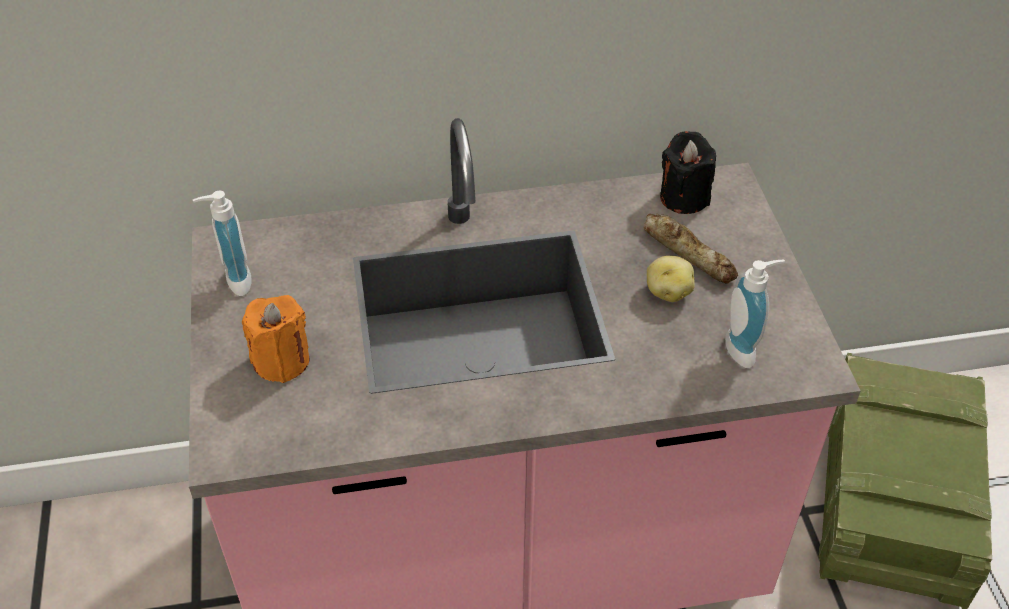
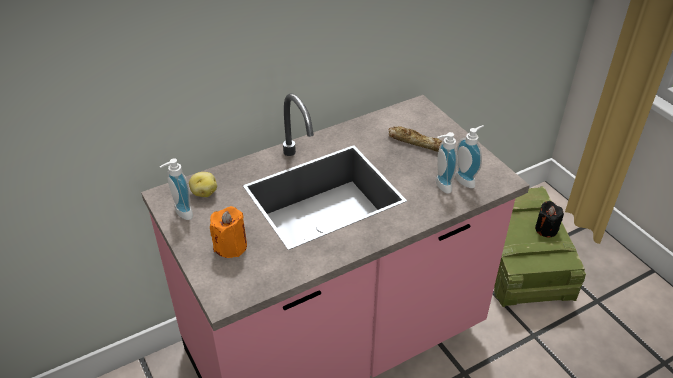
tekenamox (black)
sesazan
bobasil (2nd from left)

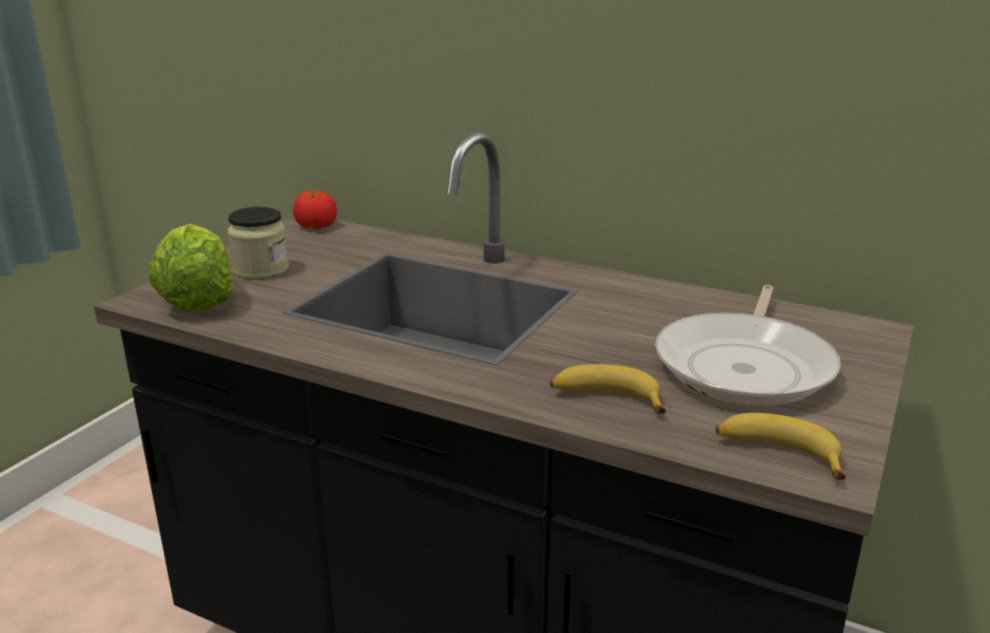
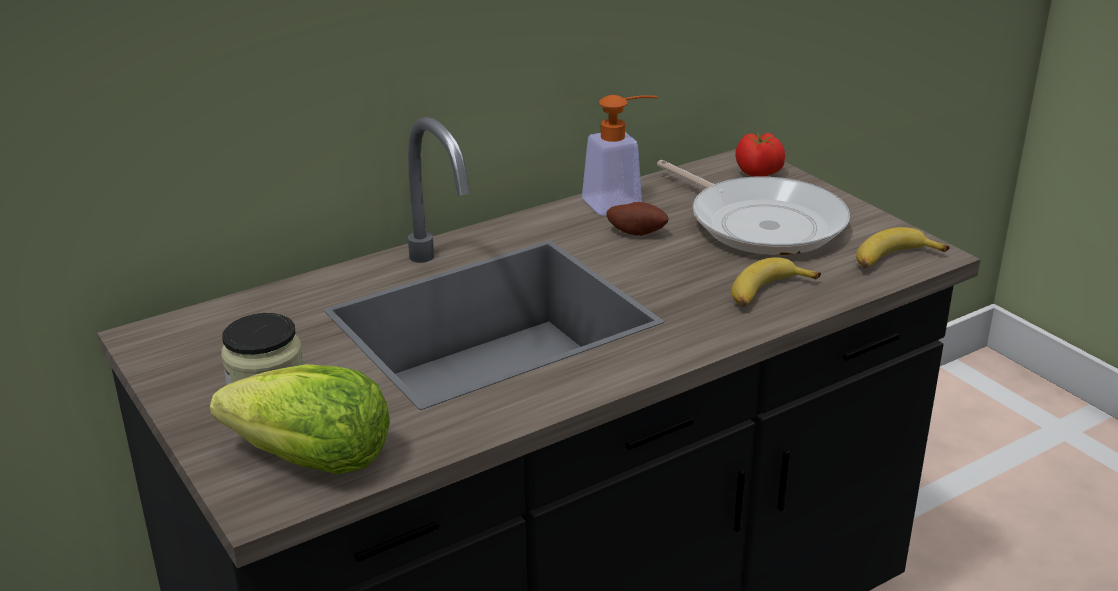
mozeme
bobasil
sesazan

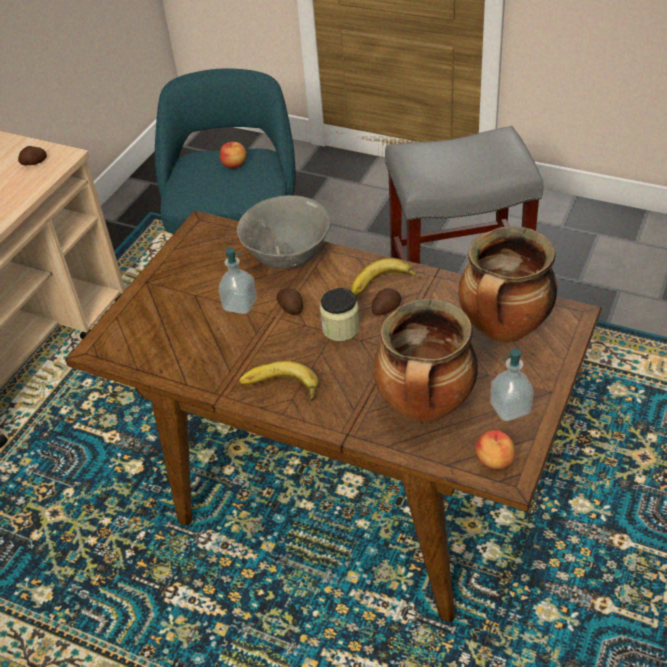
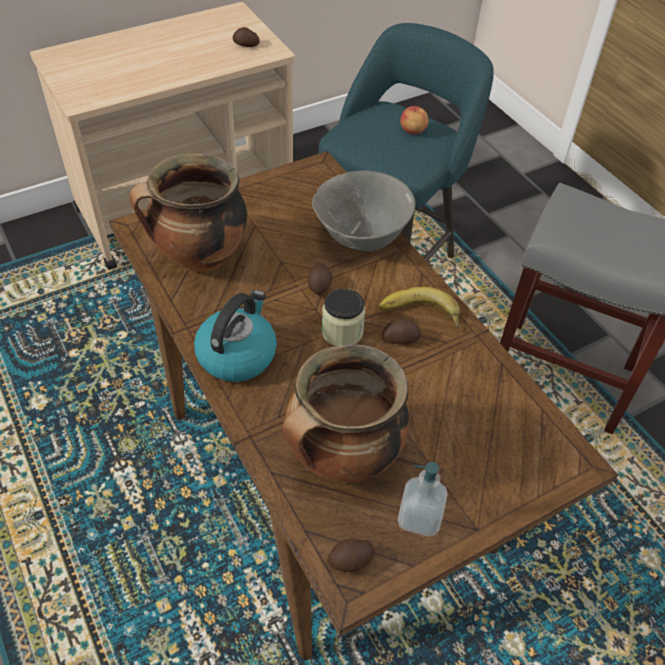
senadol (1st from left)
bobasil (1st from left in the first image)
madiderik
sesazan (3rd from left)

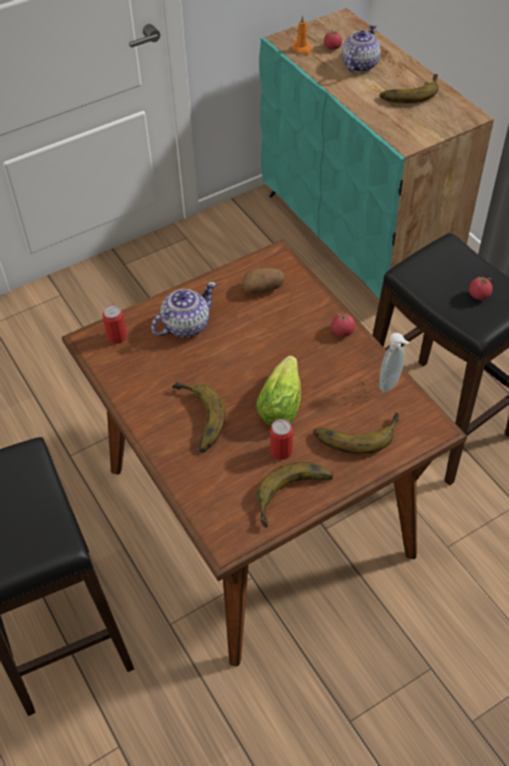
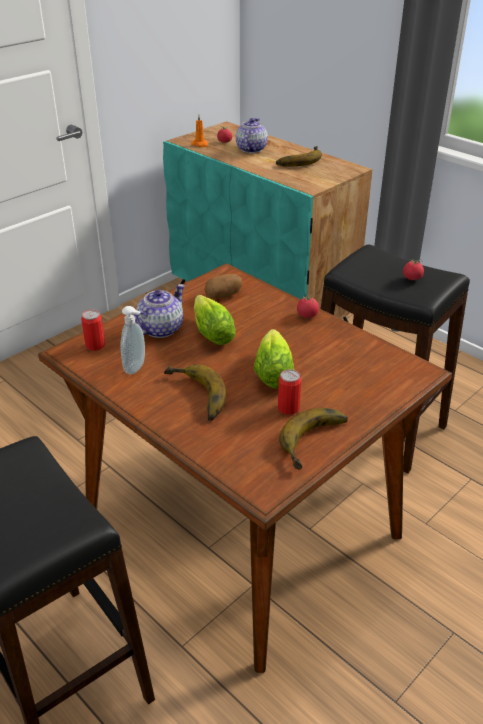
bobasil
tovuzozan (3rd from left in the first image)
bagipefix (1st from left)

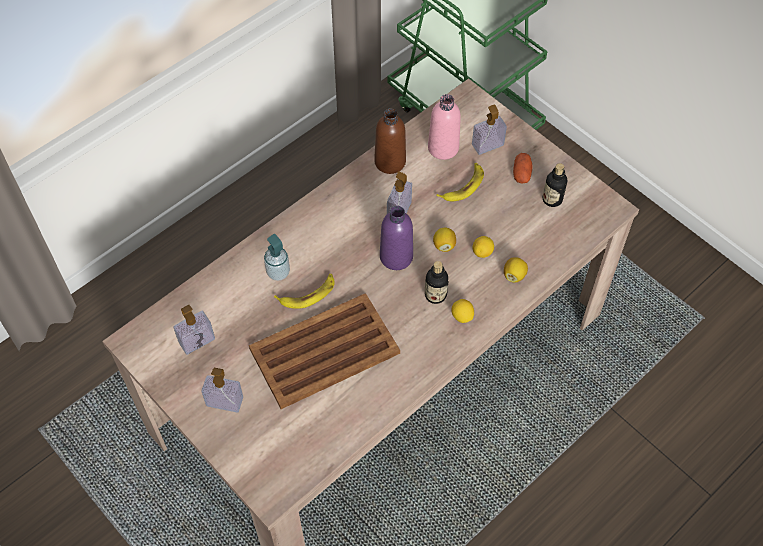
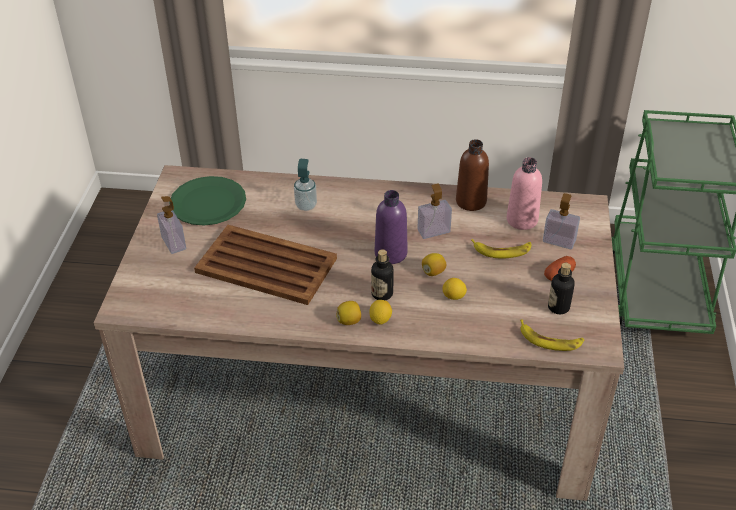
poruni (1st from left)
tovuzozan (2nd from left)
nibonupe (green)

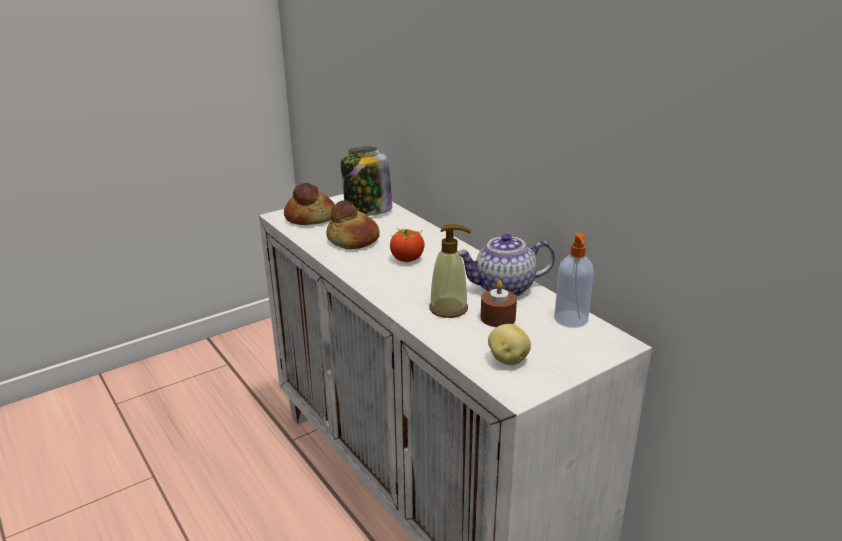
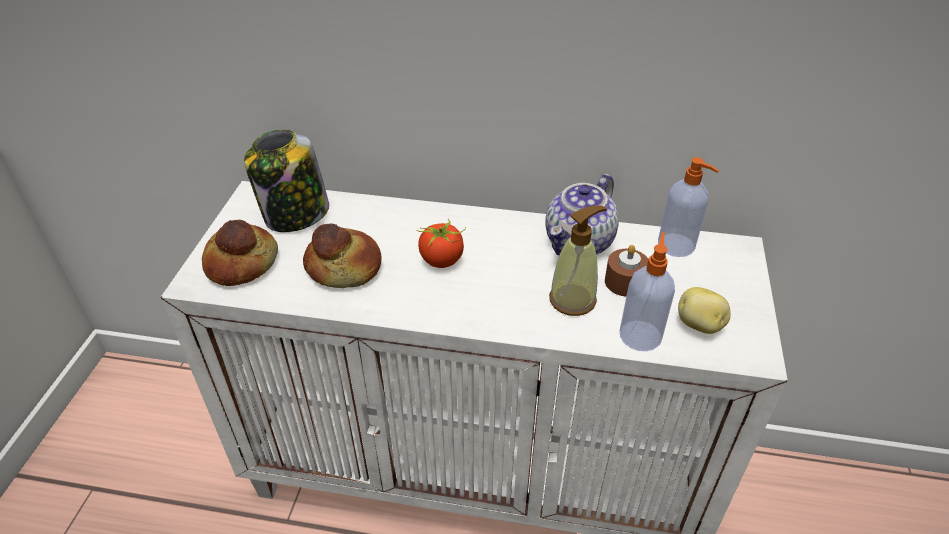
bobasil (2nd from left)

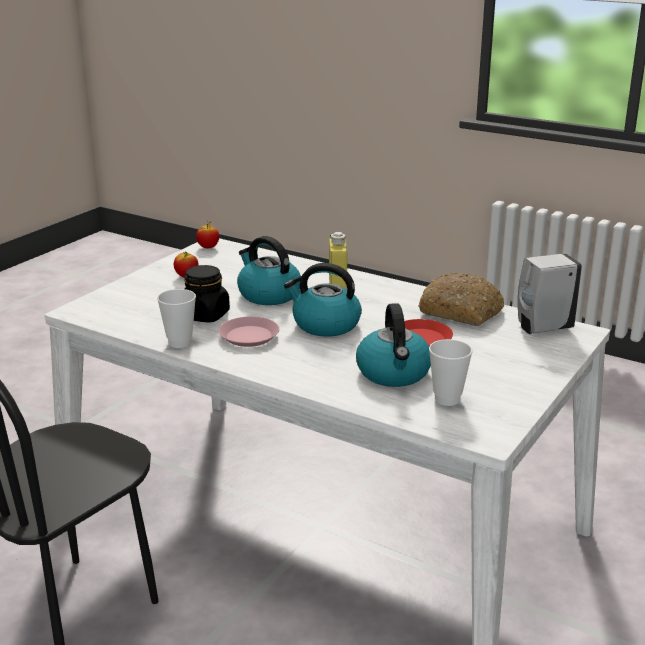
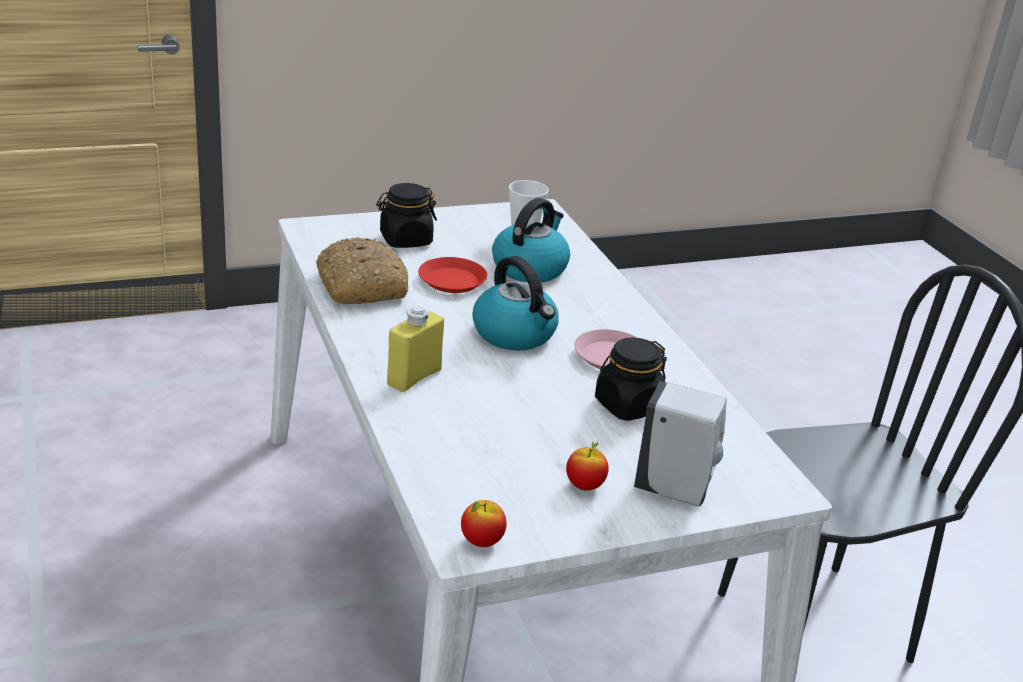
madiderik (1st from left in the first image)
bobasil (white)
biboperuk (1st from left in the first image)
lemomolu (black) (1st from left)

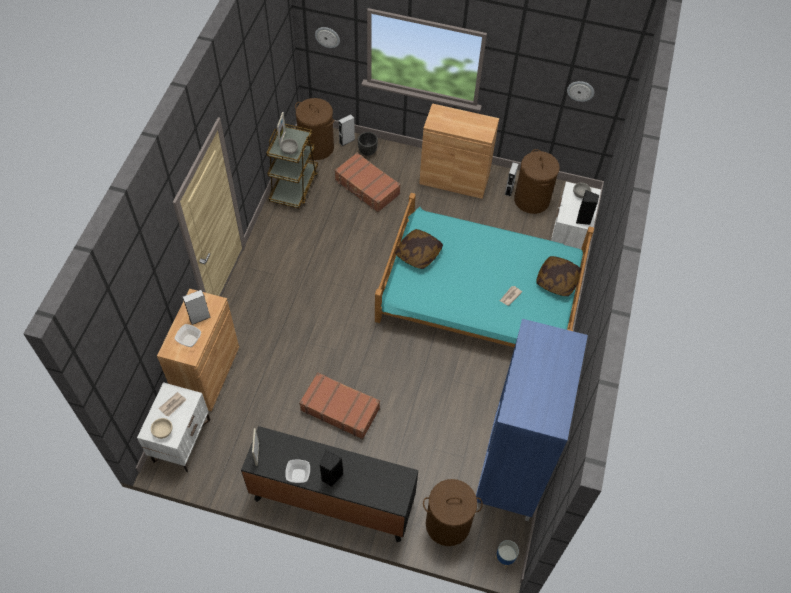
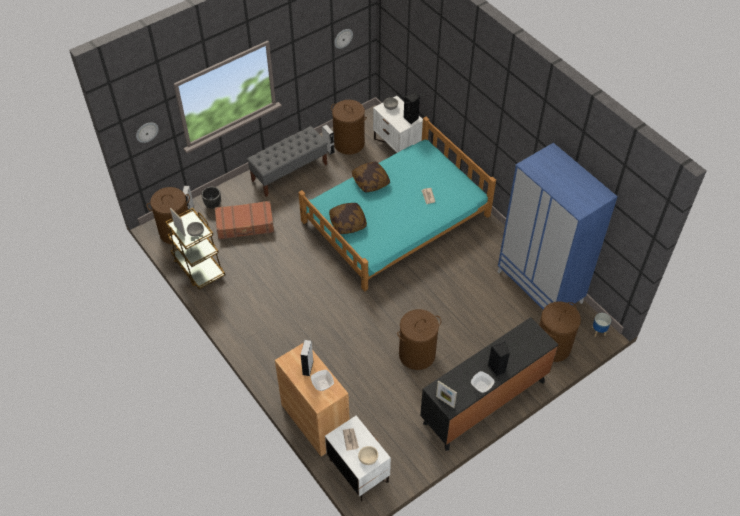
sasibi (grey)
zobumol (2nd from left)
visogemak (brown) (3rd from left)

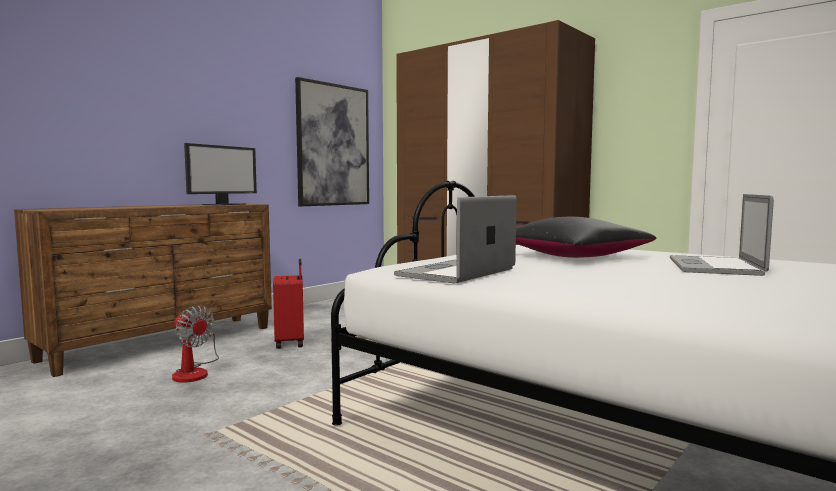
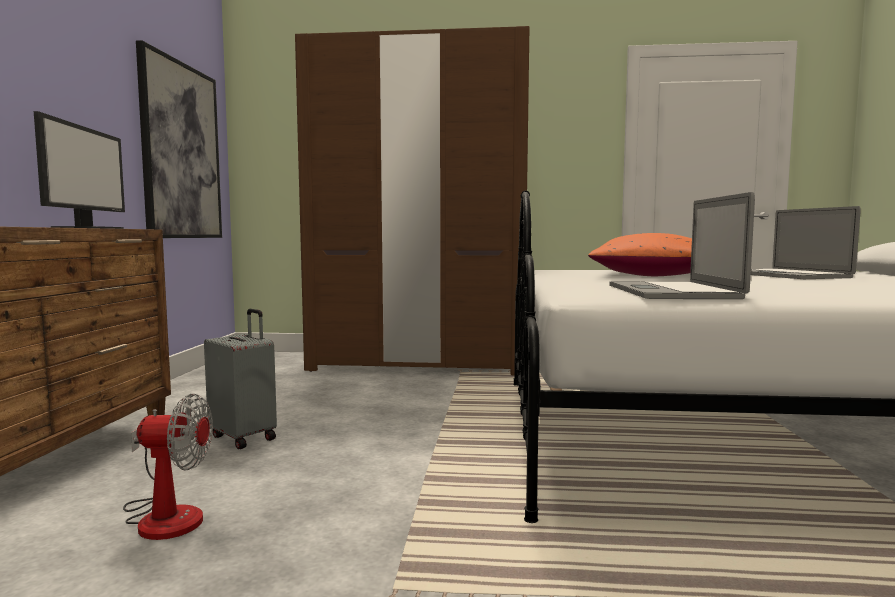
zobumol (orange)
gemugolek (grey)

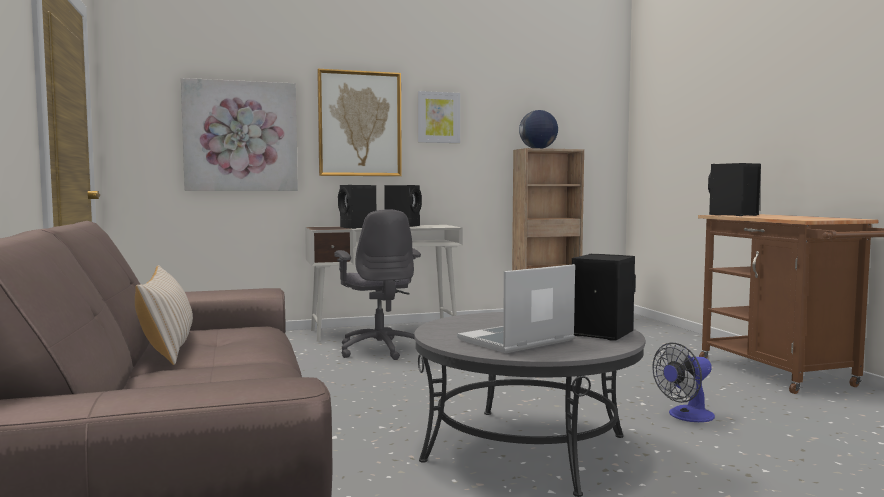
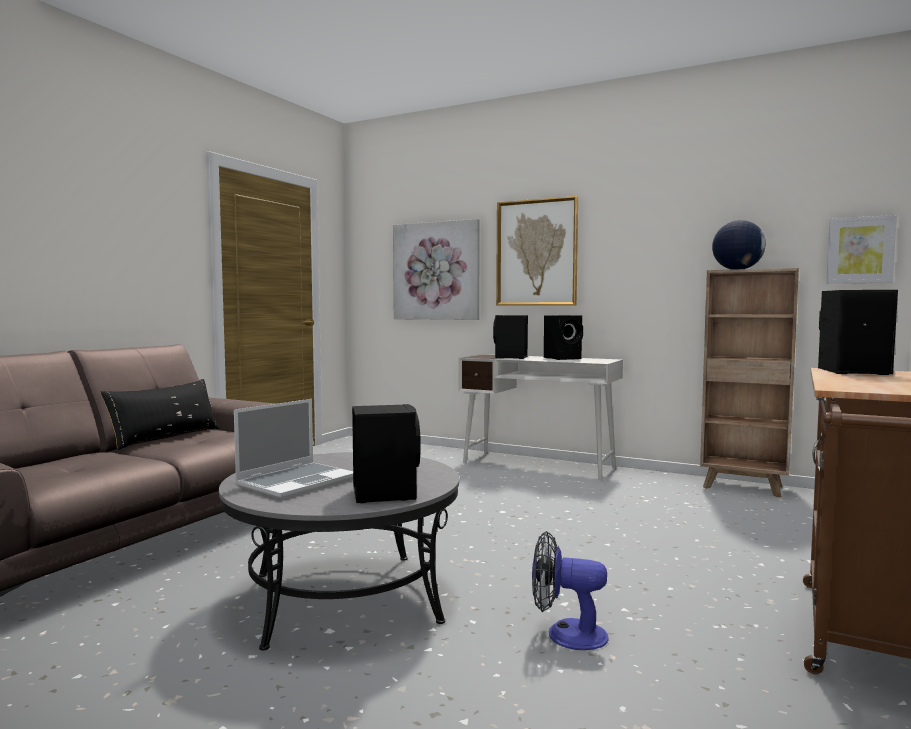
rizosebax (3rd from left)
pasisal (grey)
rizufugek
zobumol (black)

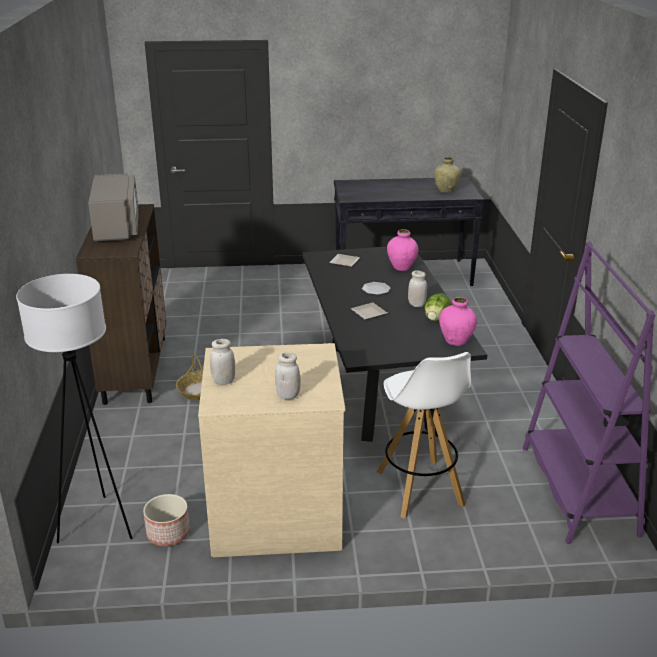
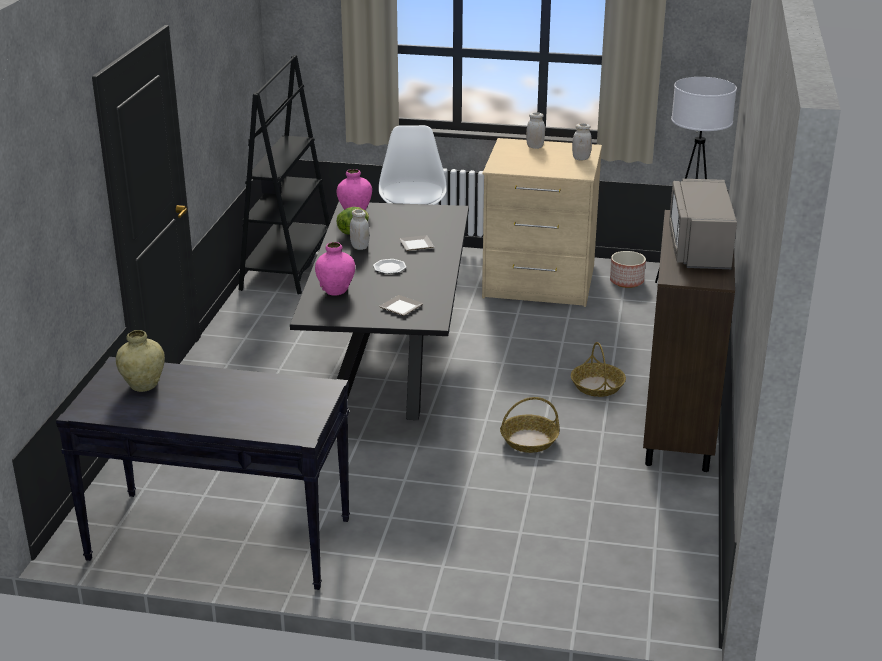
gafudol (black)
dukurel (1st from left)

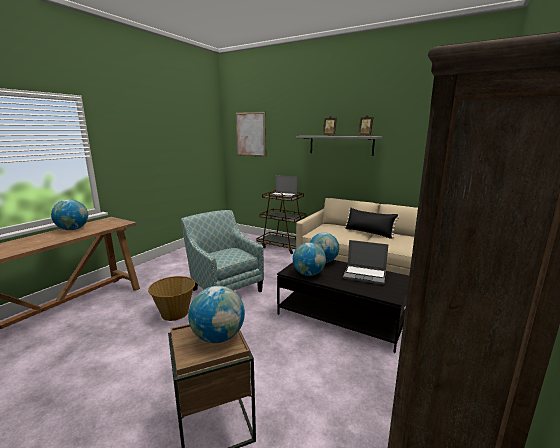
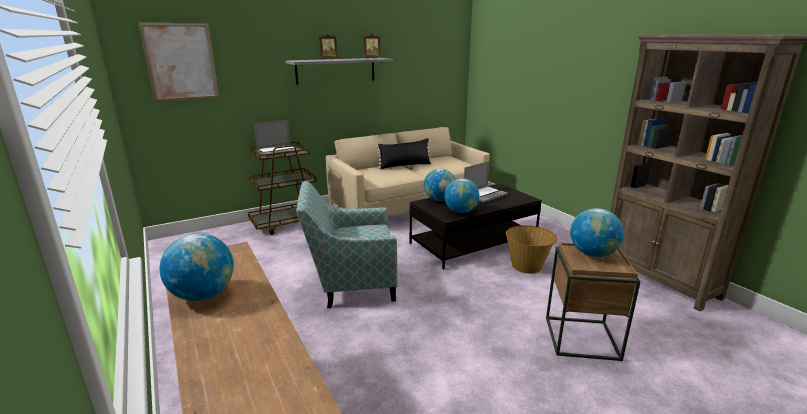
dukurel

